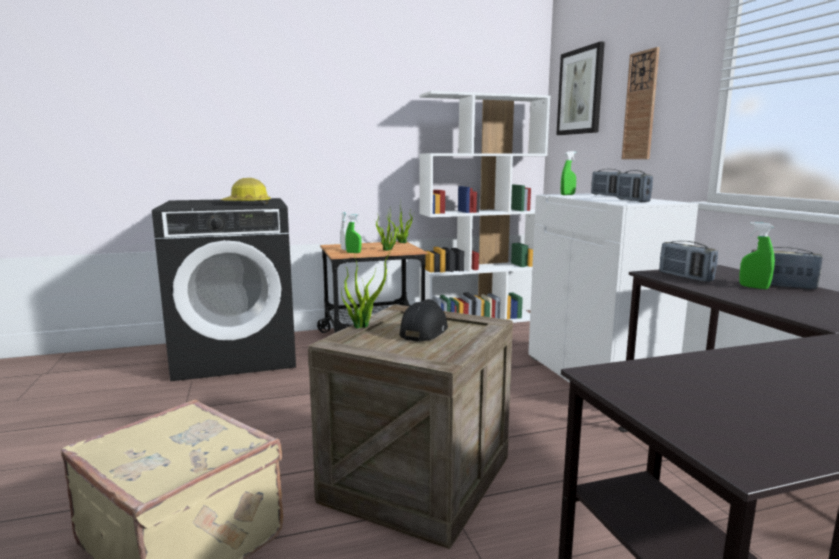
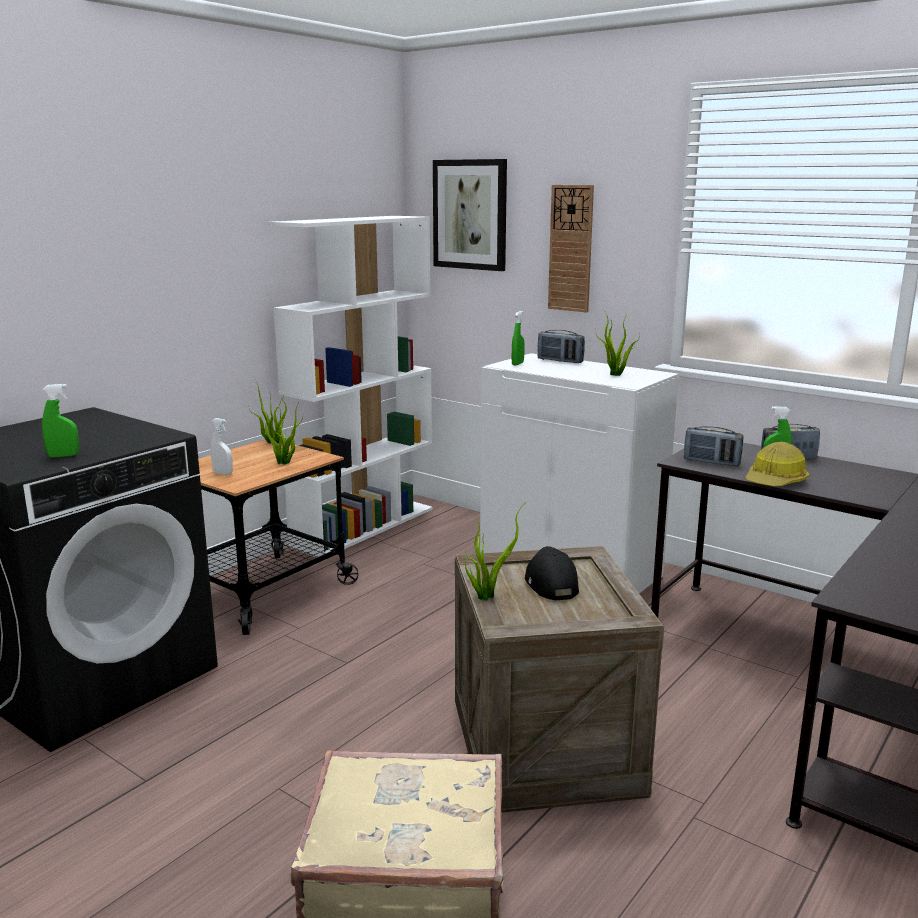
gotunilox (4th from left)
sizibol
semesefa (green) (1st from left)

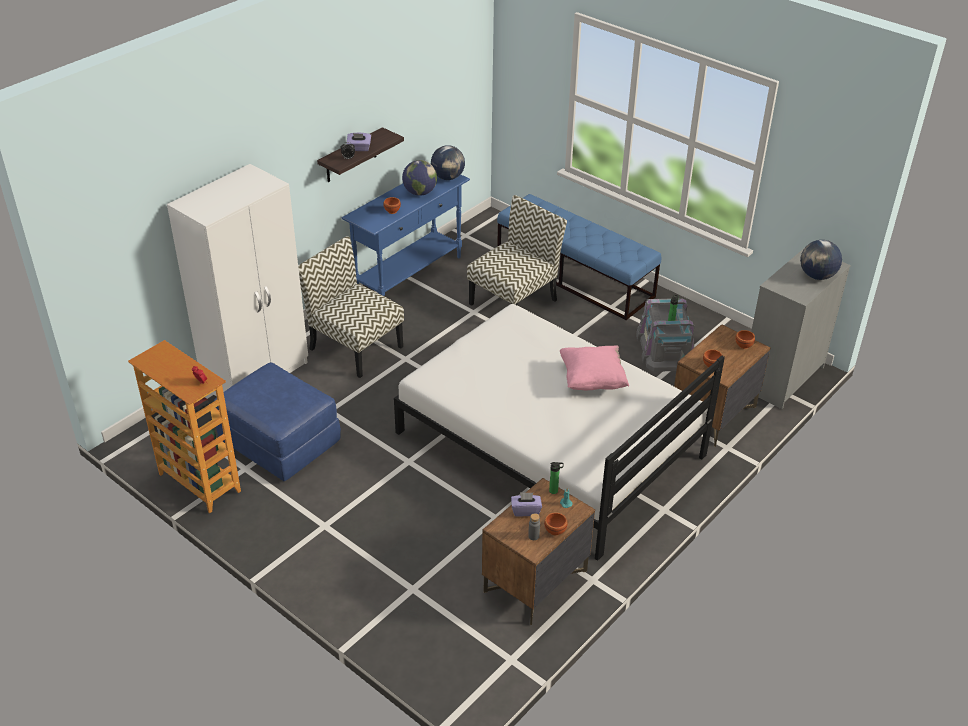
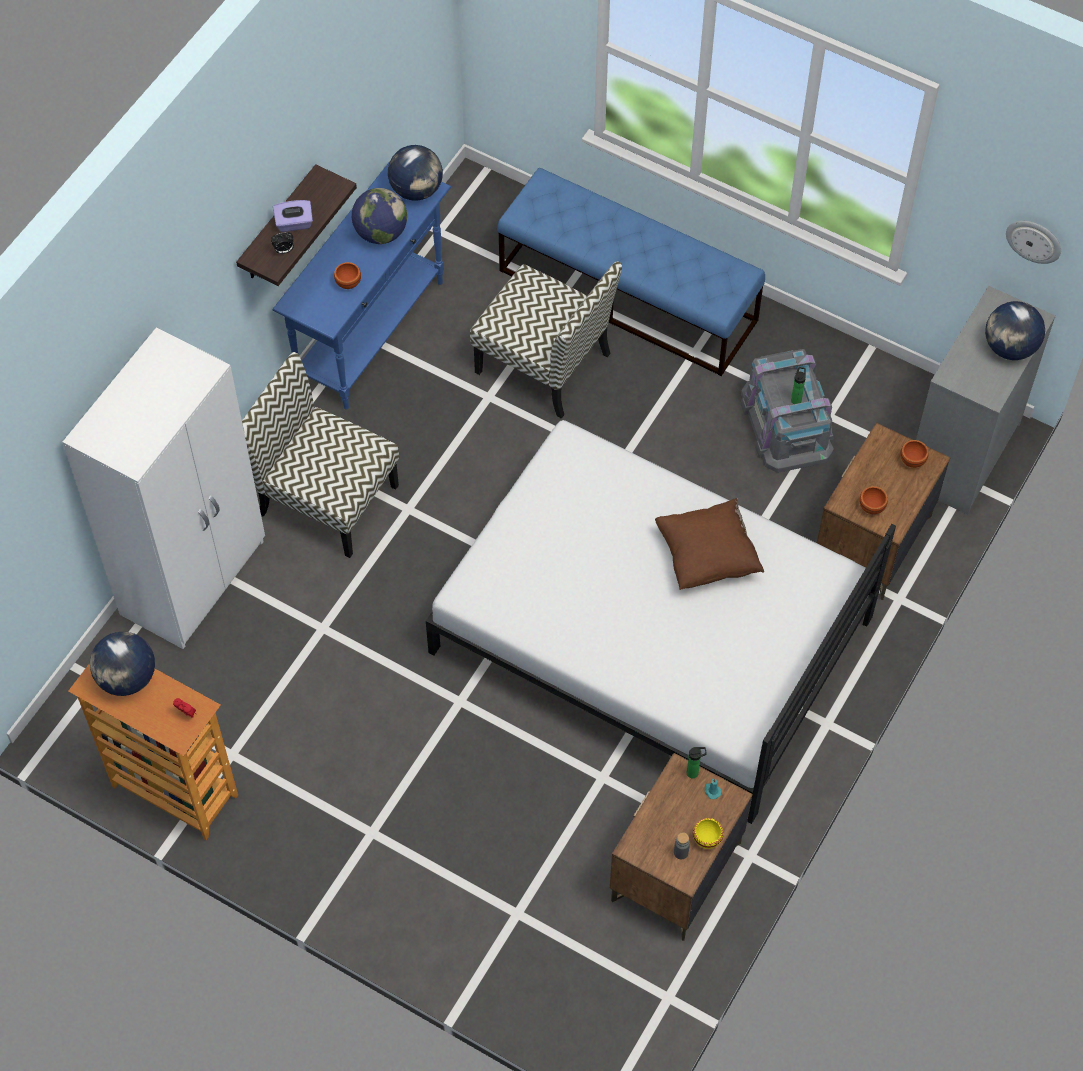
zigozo (2nd from left)
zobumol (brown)
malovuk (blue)
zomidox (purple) (2nd from left in the first image)
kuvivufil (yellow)
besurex
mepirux (1st from left)

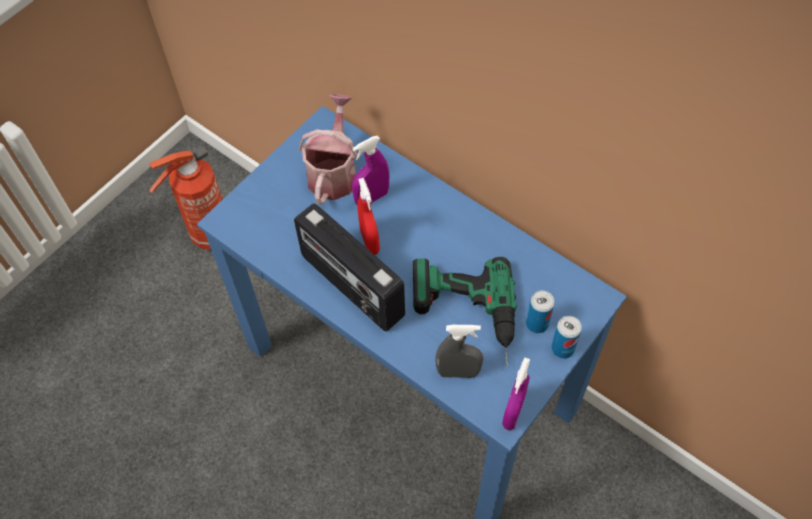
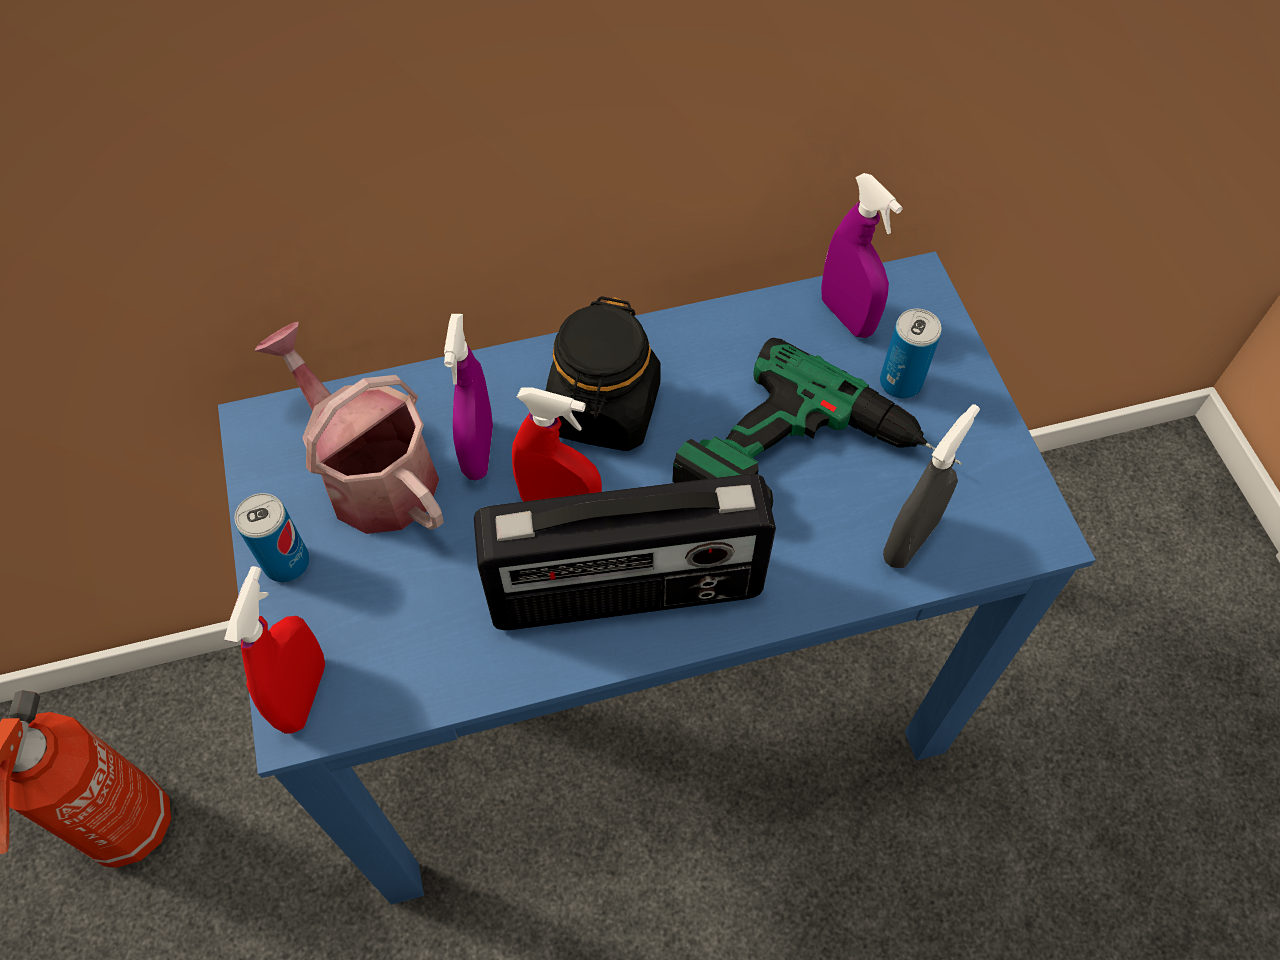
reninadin (1st from left)
semesefa (purple) (2nd from left)
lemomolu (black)
semesefa (red) (1st from left)

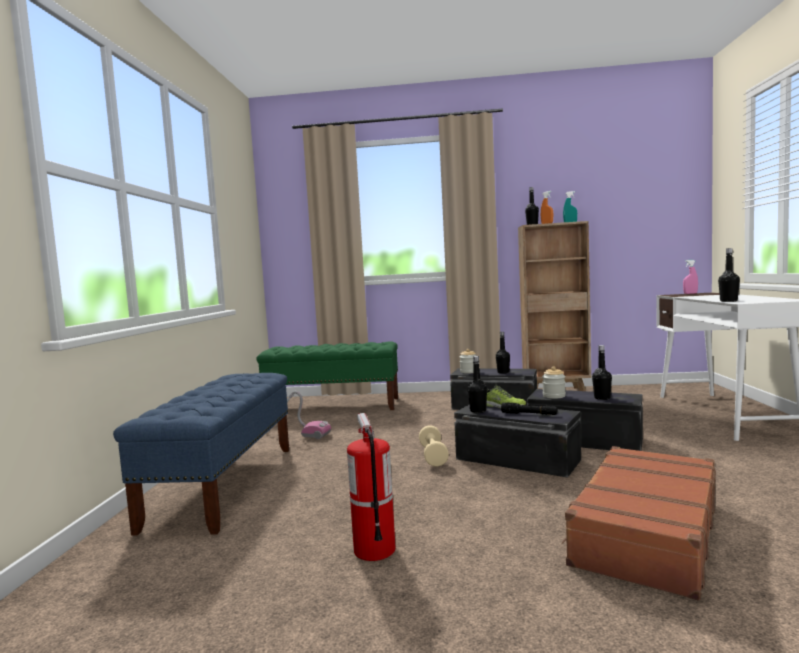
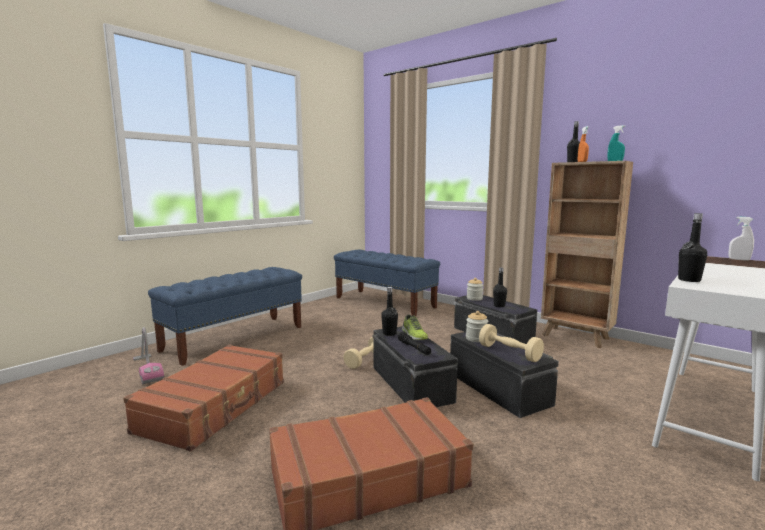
semesefa (white)
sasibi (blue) (2nd from left)
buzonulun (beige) (2nd from left)
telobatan
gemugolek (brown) (1st from left)

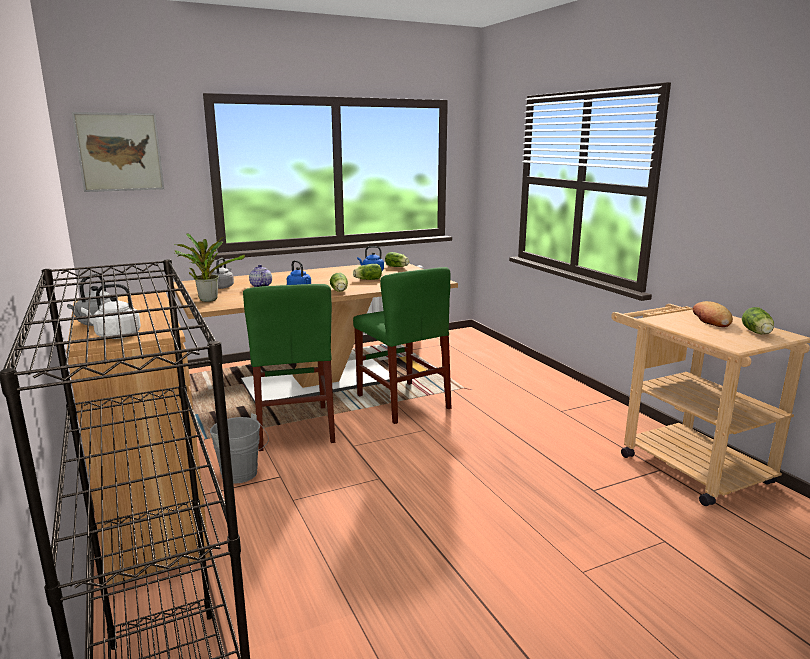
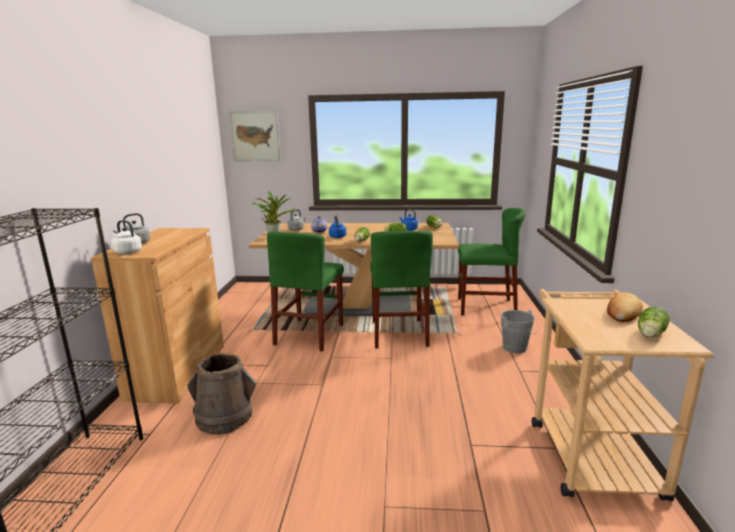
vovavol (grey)
zigozo (green) (3rd from left)
vovavol (brown)

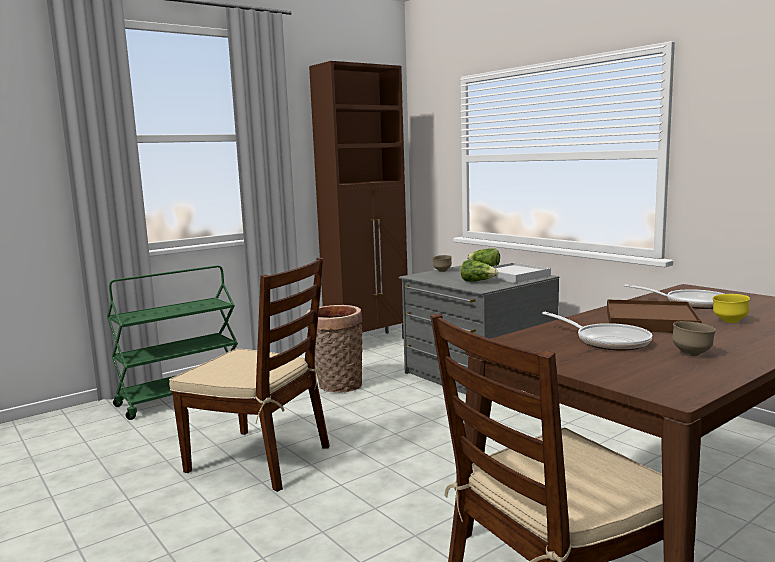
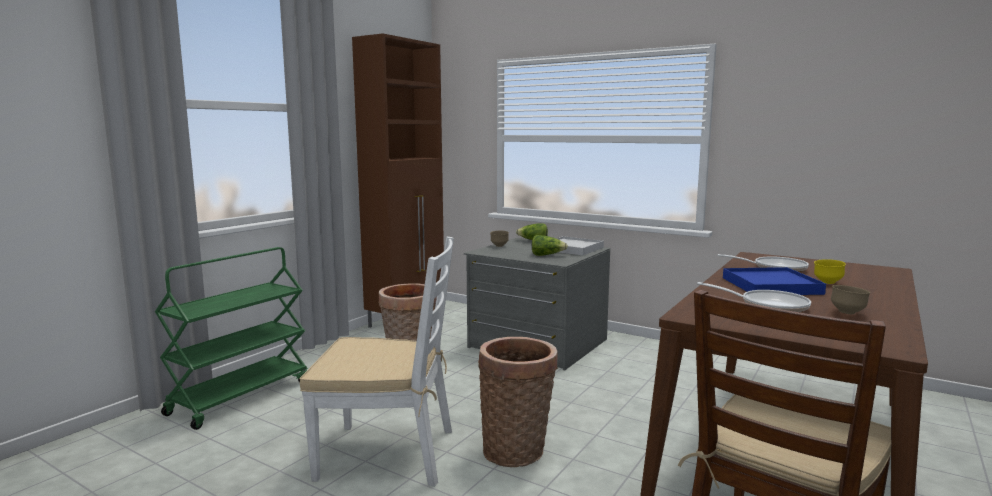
zigozo (white)
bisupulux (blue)
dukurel (2nd from left)

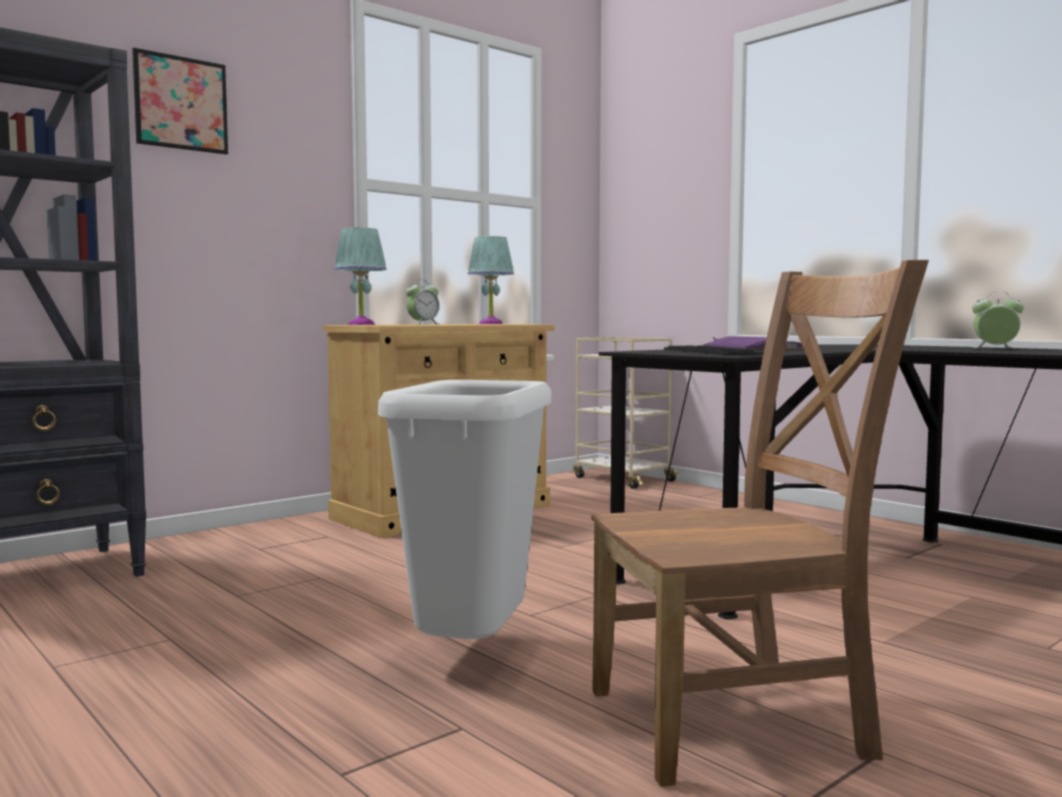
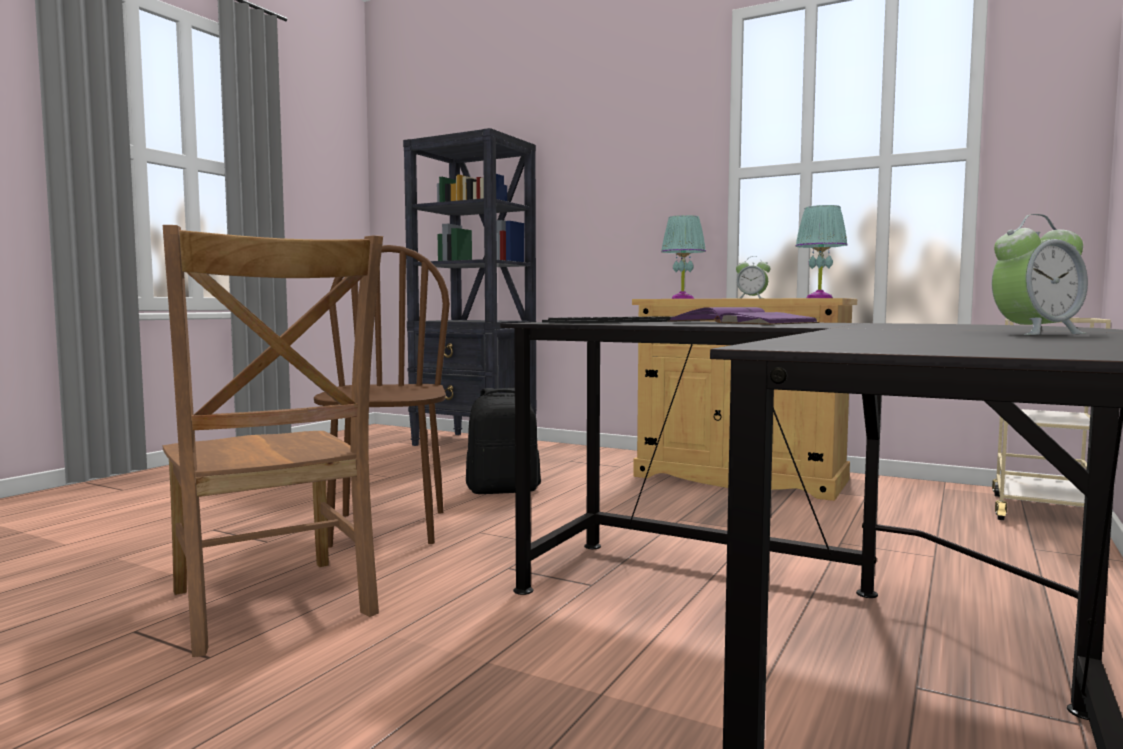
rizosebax
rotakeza (2nd from left)
zigozo (brown) (2nd from left)
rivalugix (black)

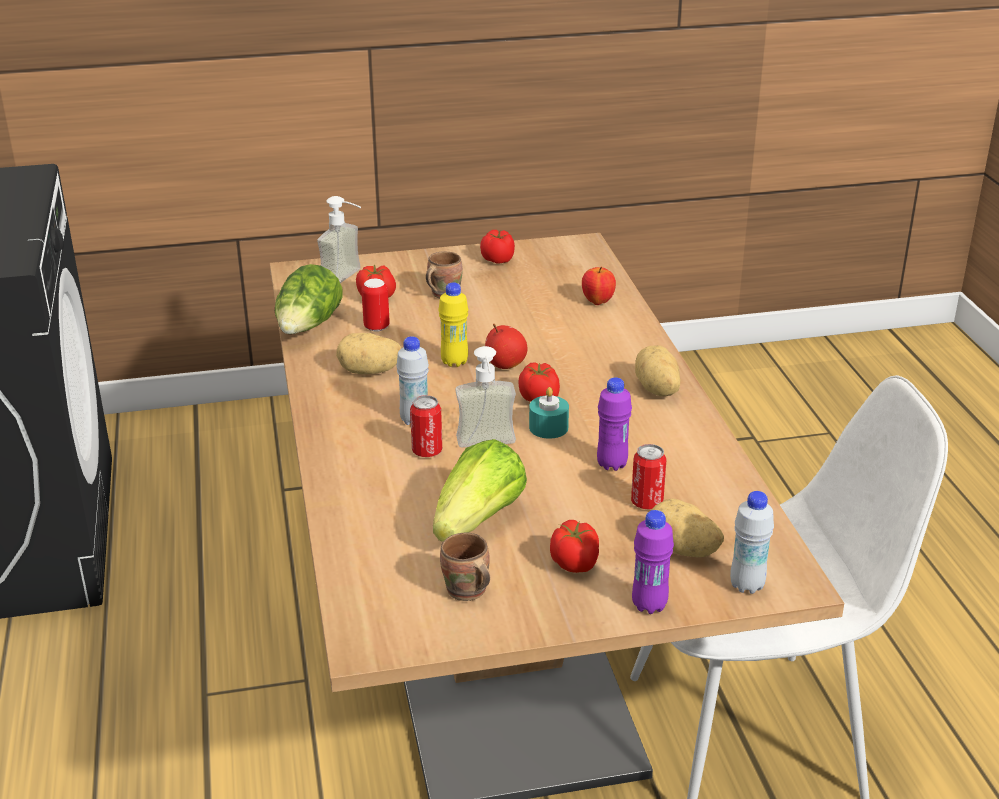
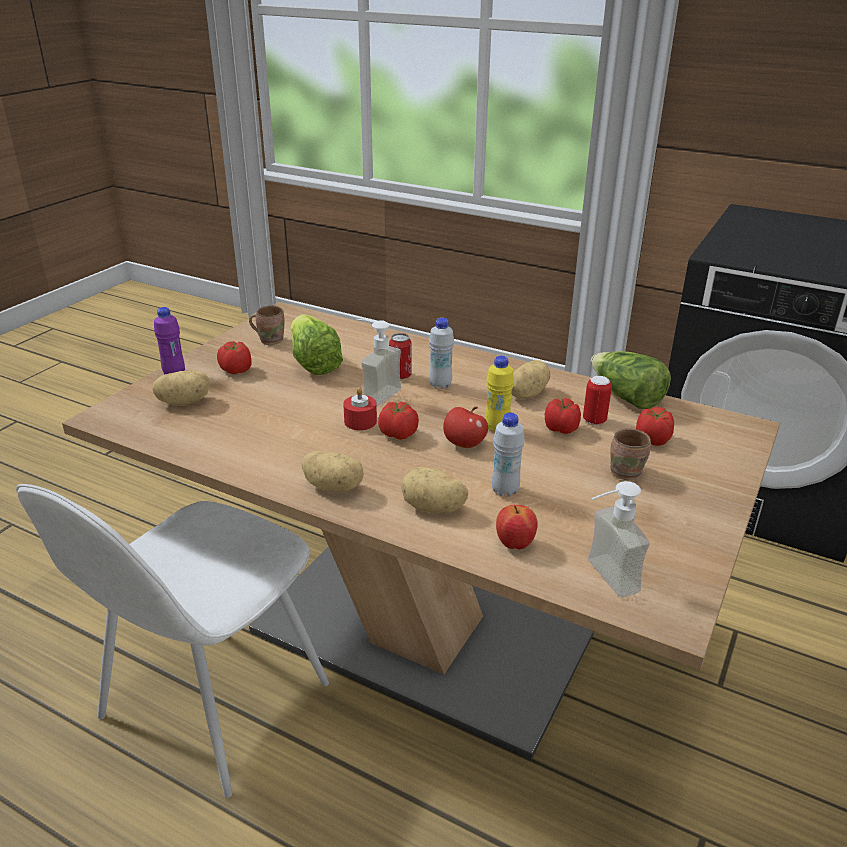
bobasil (2nd from left)
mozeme (3rd from left)
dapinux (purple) (1st from left in the first image)
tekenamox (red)
reninadin (3rd from left in the first image)
dapinux (white) (2nd from left)
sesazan (3rd from left)

